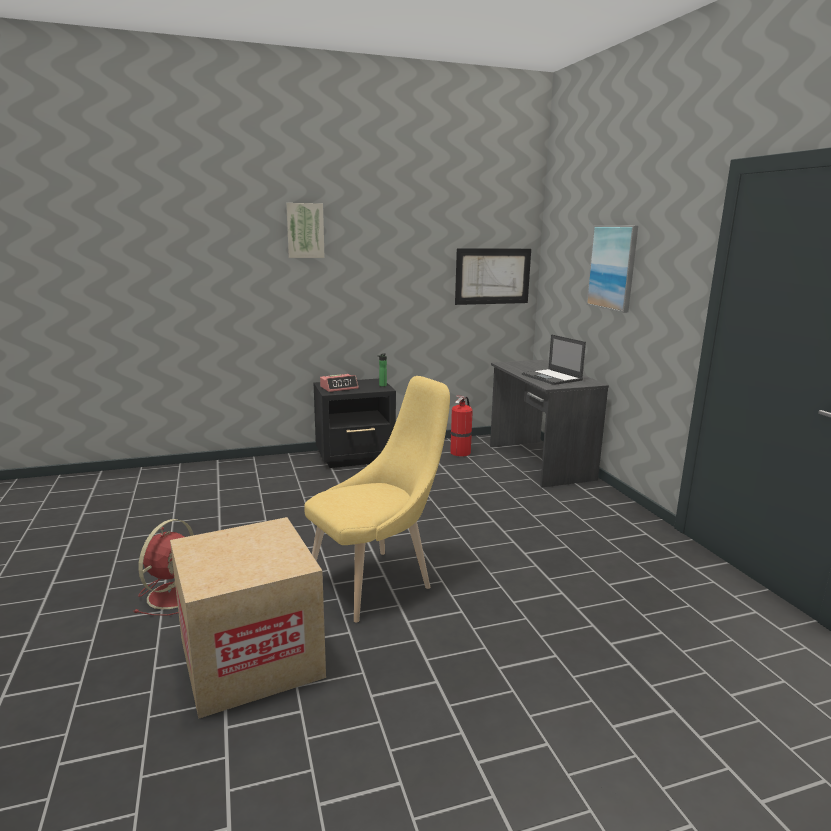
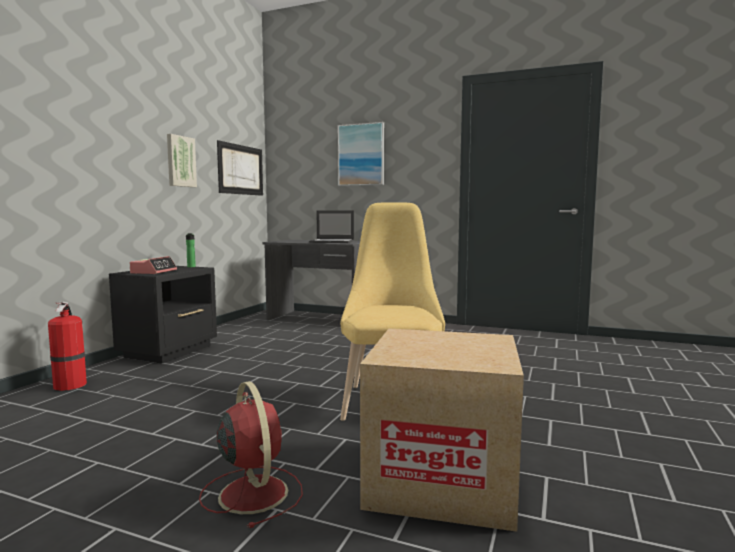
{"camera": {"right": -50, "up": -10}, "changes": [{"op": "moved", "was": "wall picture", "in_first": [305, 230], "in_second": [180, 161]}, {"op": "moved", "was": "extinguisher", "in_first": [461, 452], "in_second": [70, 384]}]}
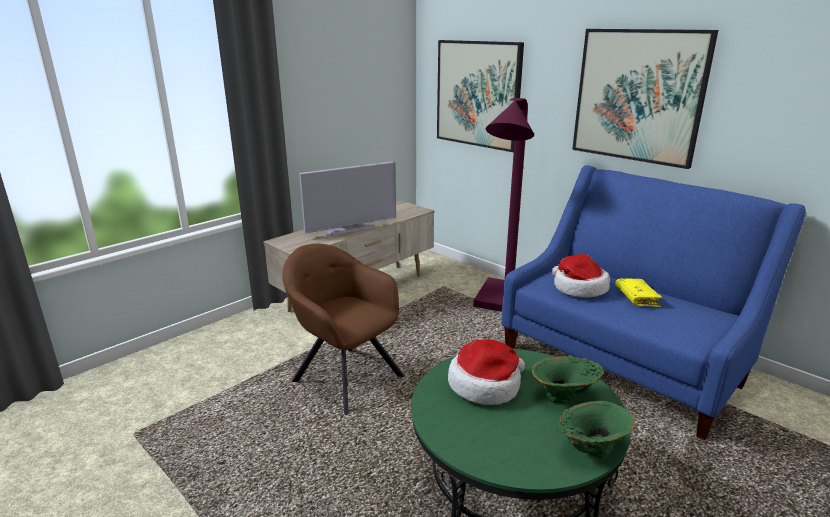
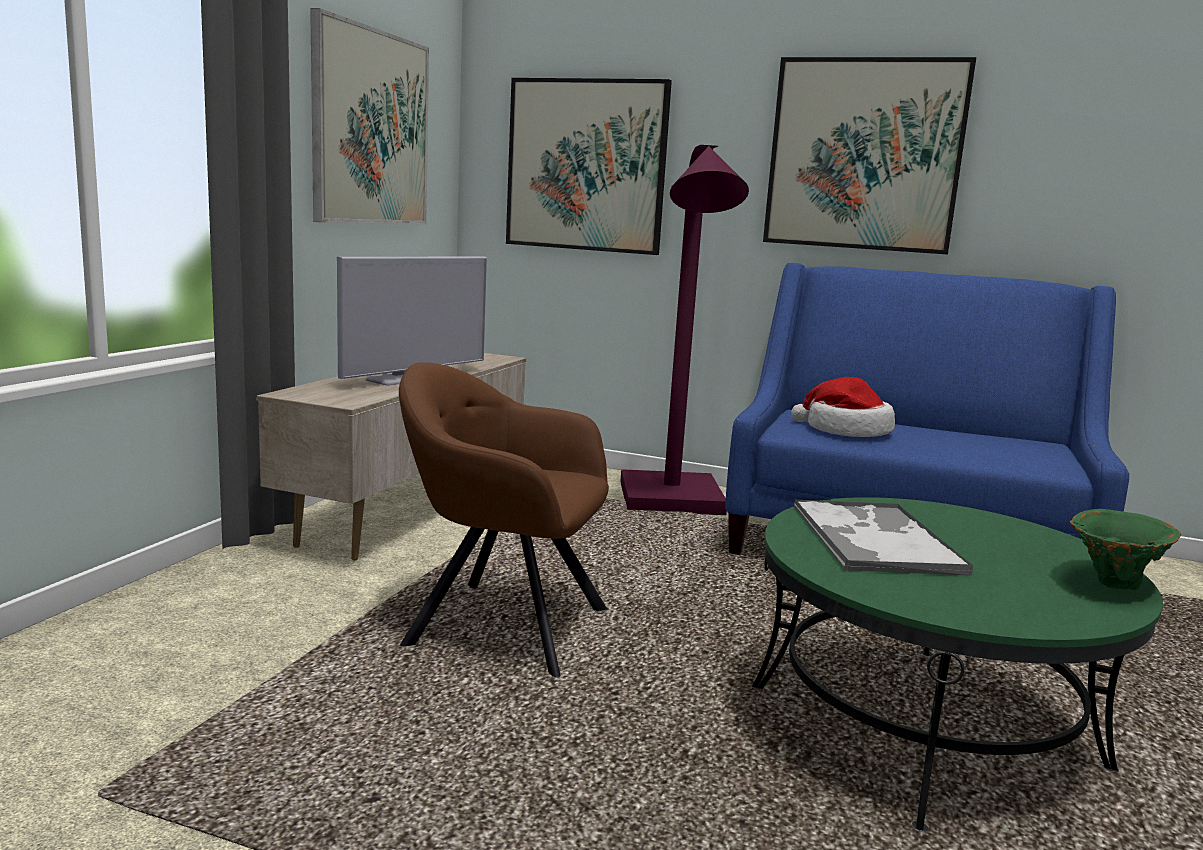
{"camera": {"right": -25, "up": -10}, "changes": [{"op": "removed", "was": "greenish decorative vase", "in_first": [564, 398]}, {"op": "removed", "was": "yellow-coloured volume", "in_first": [636, 298]}, {"op": "added", "now": "wall picture", "in_second": [371, 128]}, {"op": "replaced", "was": "clothing hat", "now": "tray", "in_first": [485, 385], "in_second": [873, 538]}]}
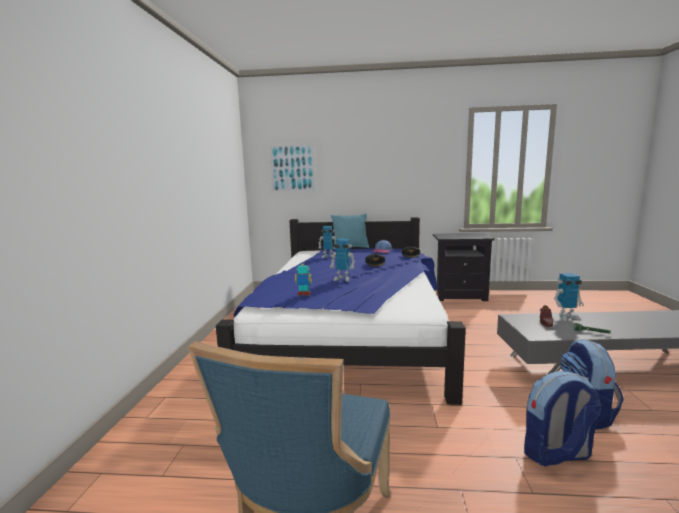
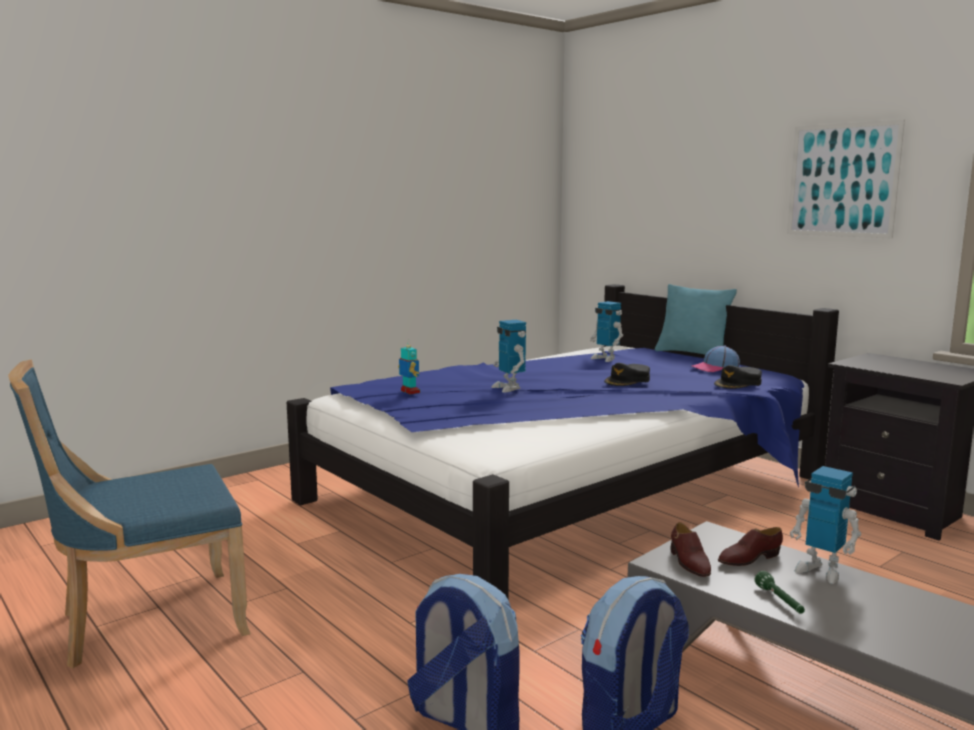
{"camera": {"right": 45, "up": 0}, "changes": [{"op": "added", "now": "brown low shoe", "in_second": [689, 563]}, {"op": "moved", "was": "wall picture", "in_first": [292, 168], "in_second": [842, 180]}]}
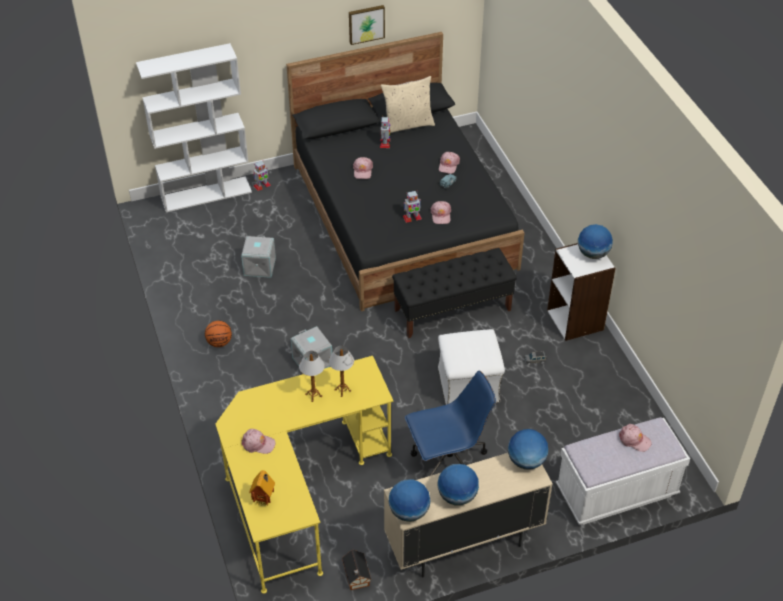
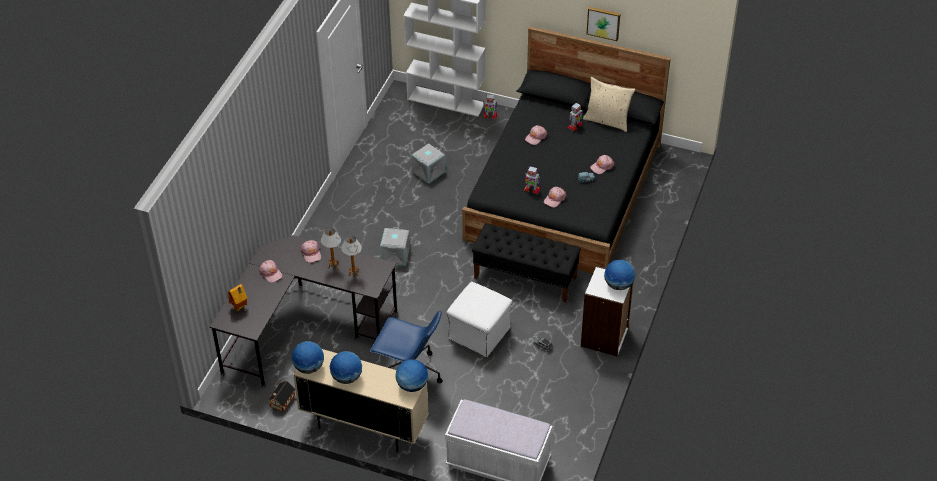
{"camera": {"right": 40, "up": 0}, "changes": [{"op": "removed", "was": "ball for basketball", "in_first": [219, 342]}, {"op": "moved", "was": "pink peaked cap", "in_first": [634, 440], "in_second": [311, 253]}, {"op": "recoloured", "was": "yellow-coloured desk unit", "now": "black-coloured desk unit", "in_first": [297, 488], "in_second": [303, 327]}]}
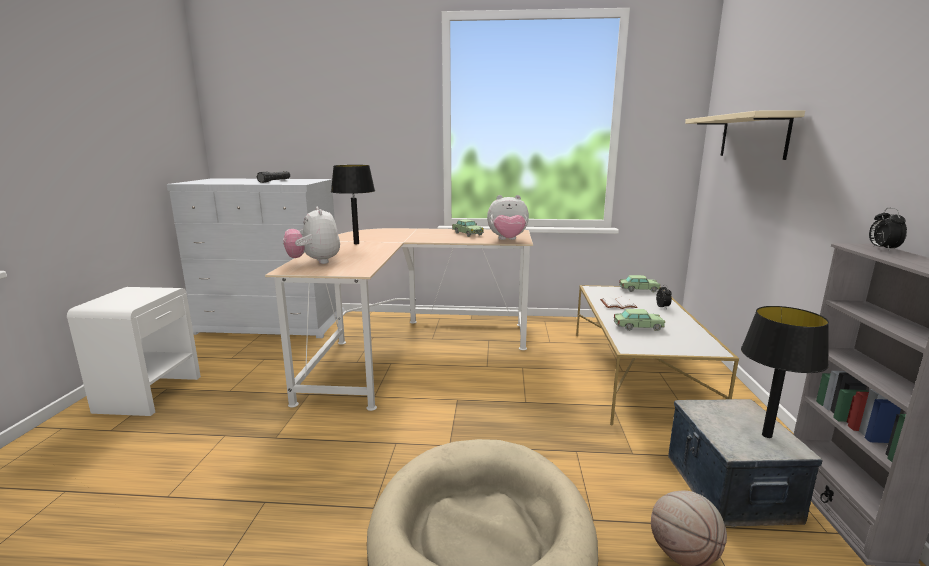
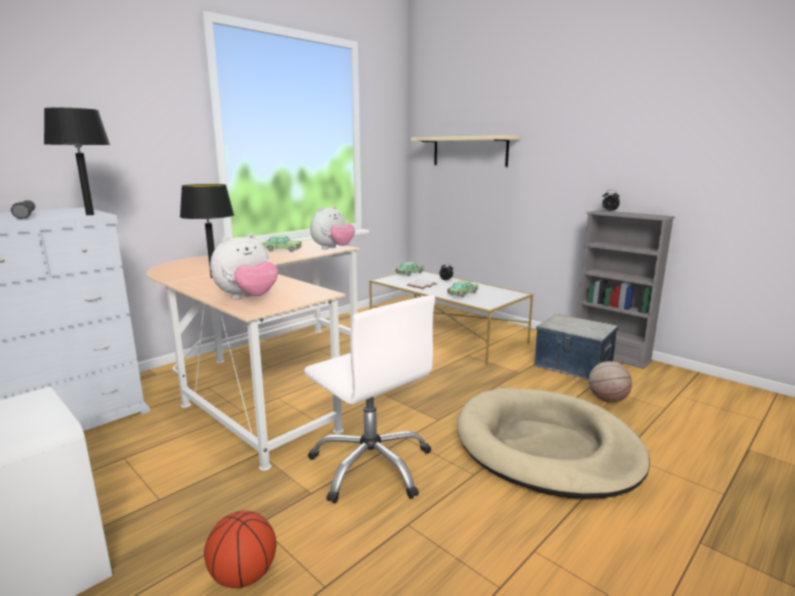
{"camera": {"right": -50, "up": 0}, "changes": [{"op": "added", "now": "ball for basketball", "in_second": [244, 576]}, {"op": "added", "now": "whitish office chair", "in_second": [371, 465]}, {"op": "moved", "was": "black-coloured tabletop lamp", "in_first": [767, 435], "in_second": [90, 215]}, {"op": "turned", "was": "soft toy", "in_first": [315, 262], "in_second": [247, 298], "clockwise": -60}]}
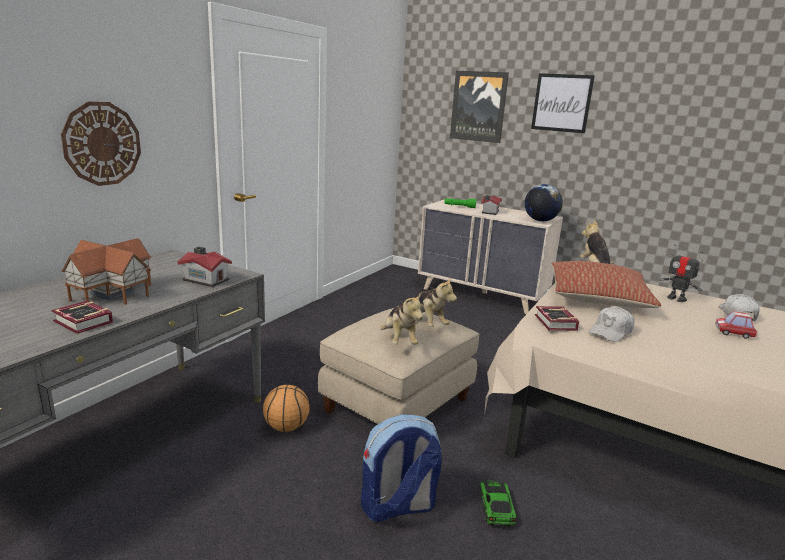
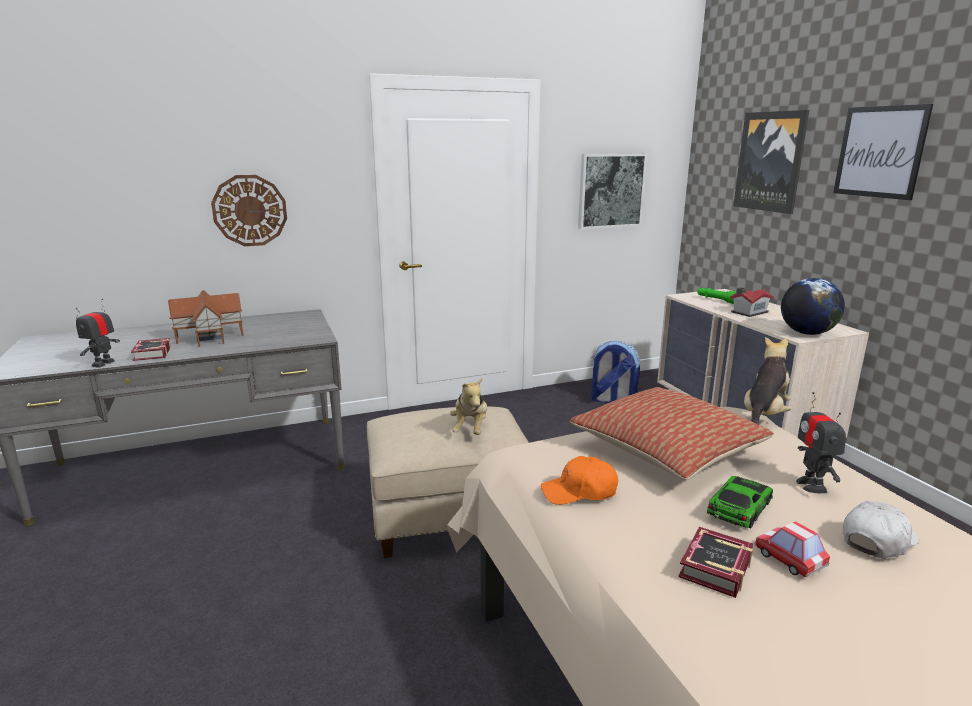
{"camera": {"right": 40, "up": 0}, "changes": [{"op": "removed", "was": "model house", "in_first": [206, 279]}, {"op": "removed", "was": "ball for basketball", "in_first": [286, 427]}, {"op": "removed", "was": "soft toy", "in_first": [399, 340]}, {"op": "added", "now": "model robot", "in_second": [103, 363]}, {"op": "added", "now": "wall picture", "in_second": [611, 190]}, {"op": "moved", "was": "rucksack", "in_first": [397, 507], "in_second": [612, 401]}, {"op": "moved", "was": "model car", "in_first": [496, 506], "in_second": [740, 507]}, {"op": "moved", "was": "volume", "in_first": [555, 323], "in_second": [712, 569]}, {"op": "recoloured", "was": "whitish peaked cap", "now": "orange-coloured peaked cap", "in_first": [611, 332], "in_second": [579, 492]}]}
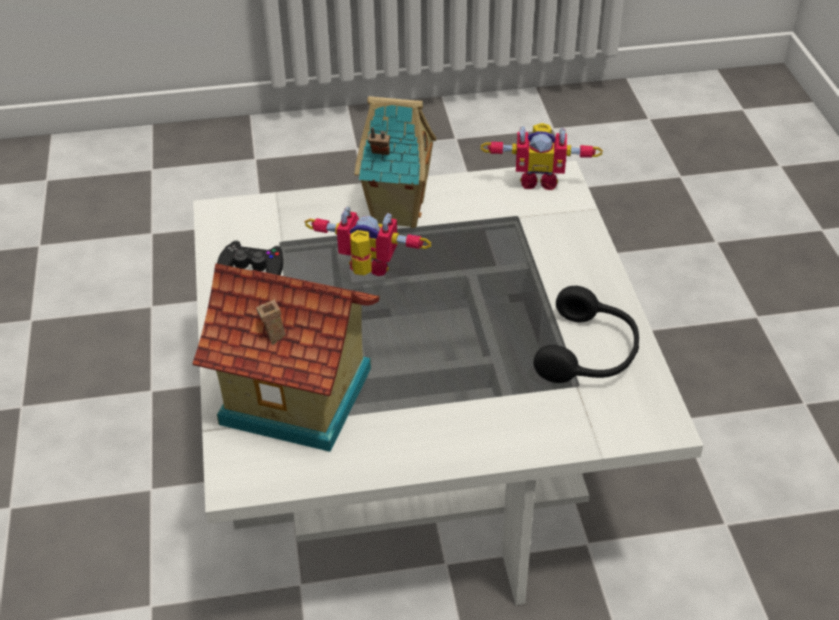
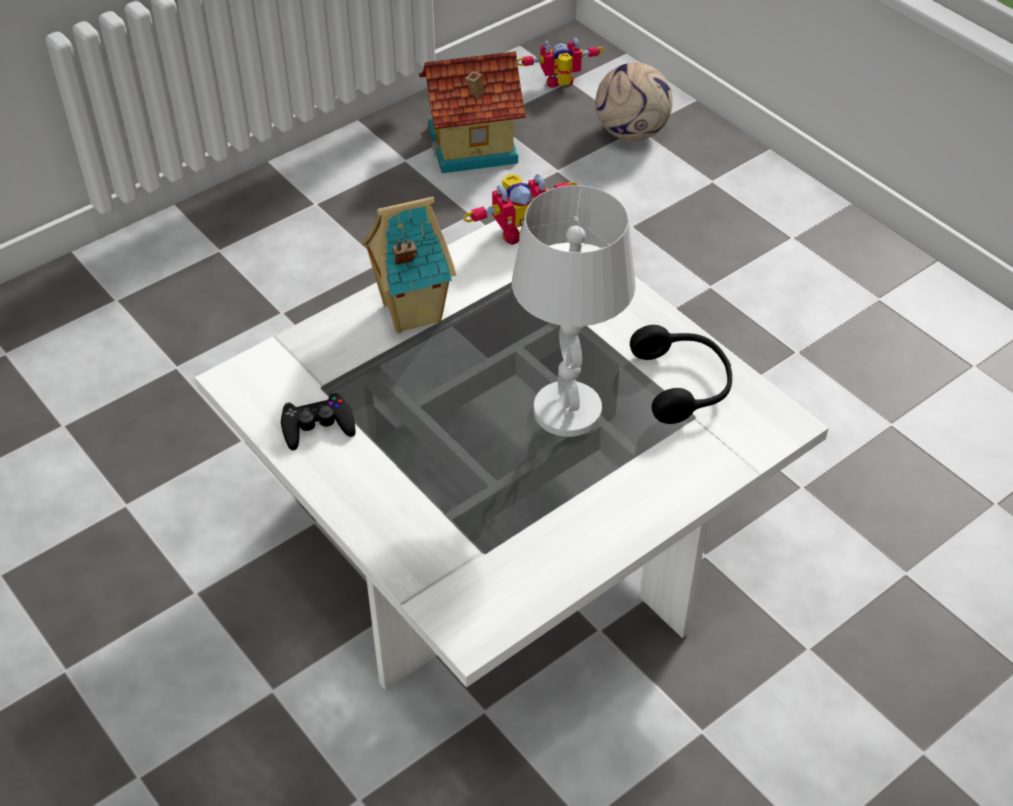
{"camera": {"right": -30, "up": 5}, "changes": [{"op": "added", "now": "whitish tabletop lamp", "in_second": [566, 410]}, {"op": "added", "now": "football ball", "in_second": [632, 132]}, {"op": "moved", "was": "model house", "in_first": [295, 399], "in_second": [473, 146]}, {"op": "moved", "was": "model robot", "in_first": [366, 273], "in_second": [561, 86]}]}
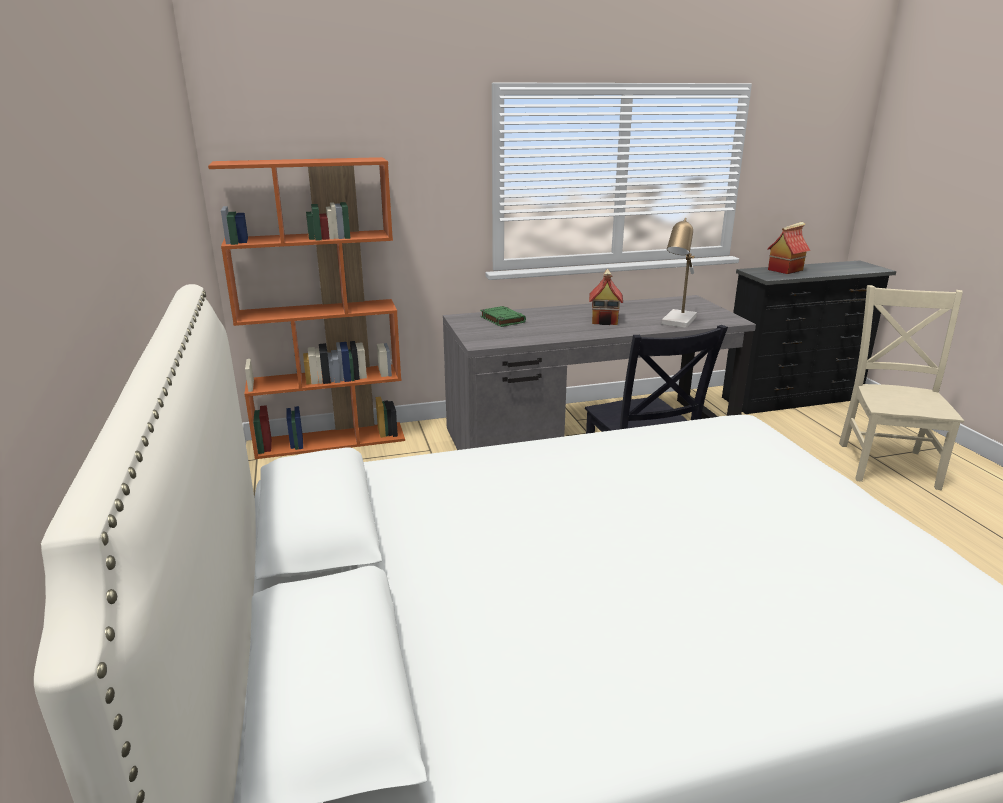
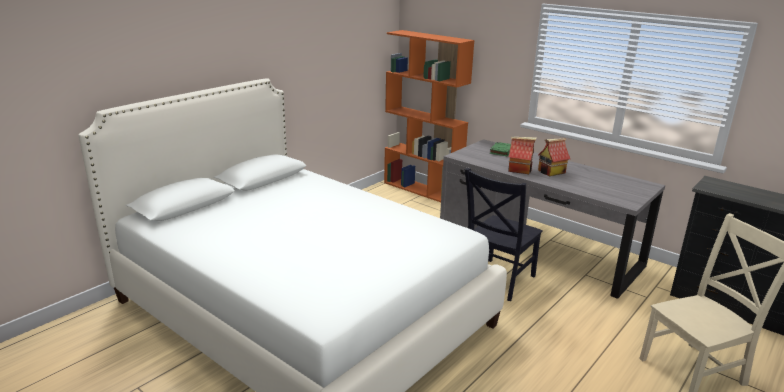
{"camera": {"right": 55, "up": 0}, "changes": [{"op": "removed", "was": "tabletop lamp", "in_first": [678, 322]}, {"op": "moved", "was": "model house", "in_first": [785, 270], "in_second": [520, 170]}]}
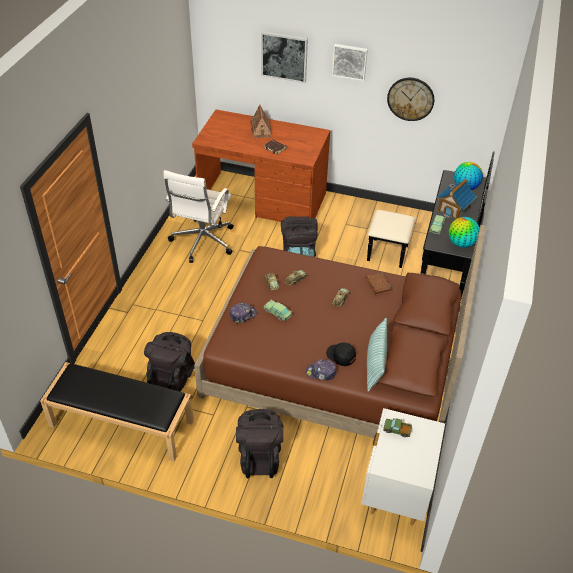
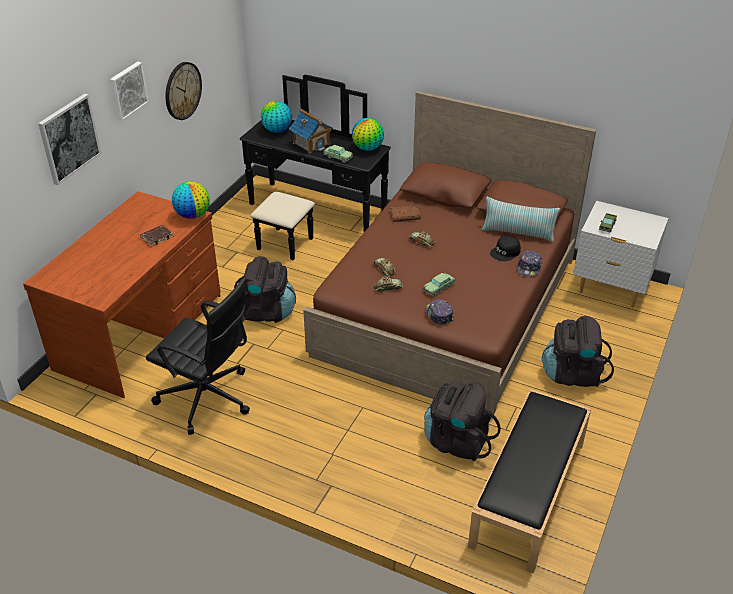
{"camera": {"right": -80, "up": -5}, "changes": [{"op": "removed", "was": "model house", "in_first": [261, 130]}, {"op": "added", "now": "desk globe", "in_second": [193, 215]}, {"op": "recoloured", "was": "whitish office chair", "now": "black-coloured office chair", "in_first": [202, 242], "in_second": [208, 399]}]}
